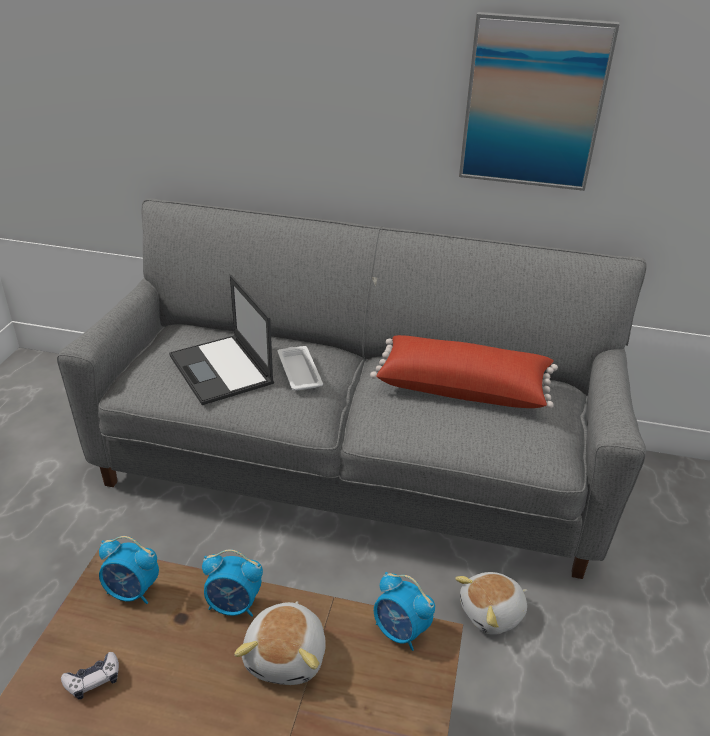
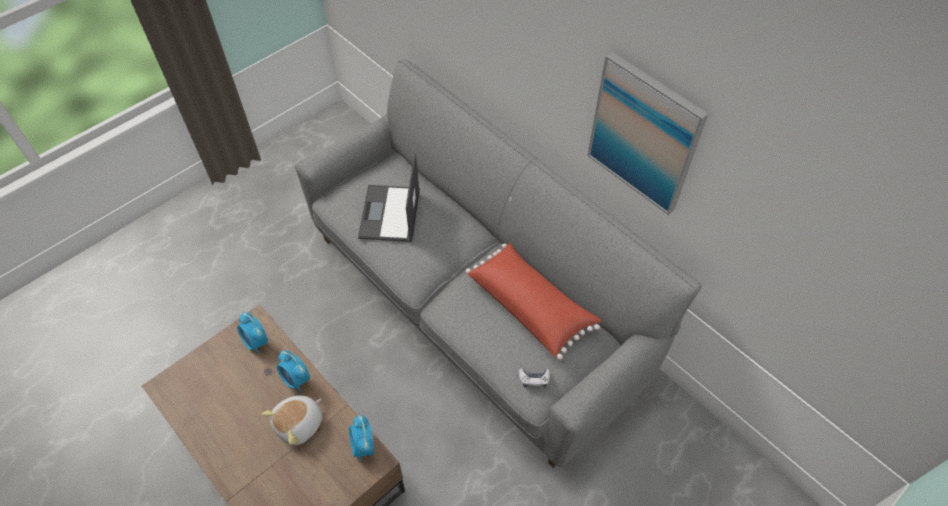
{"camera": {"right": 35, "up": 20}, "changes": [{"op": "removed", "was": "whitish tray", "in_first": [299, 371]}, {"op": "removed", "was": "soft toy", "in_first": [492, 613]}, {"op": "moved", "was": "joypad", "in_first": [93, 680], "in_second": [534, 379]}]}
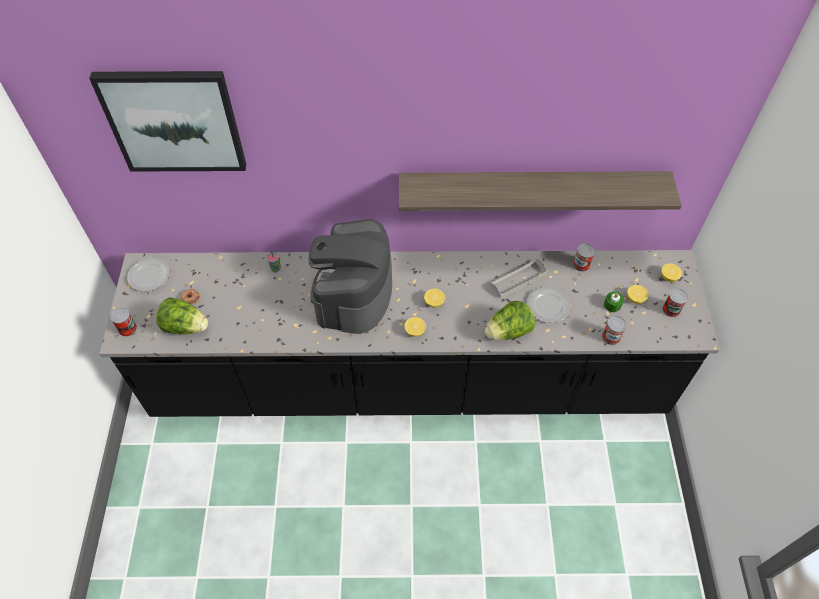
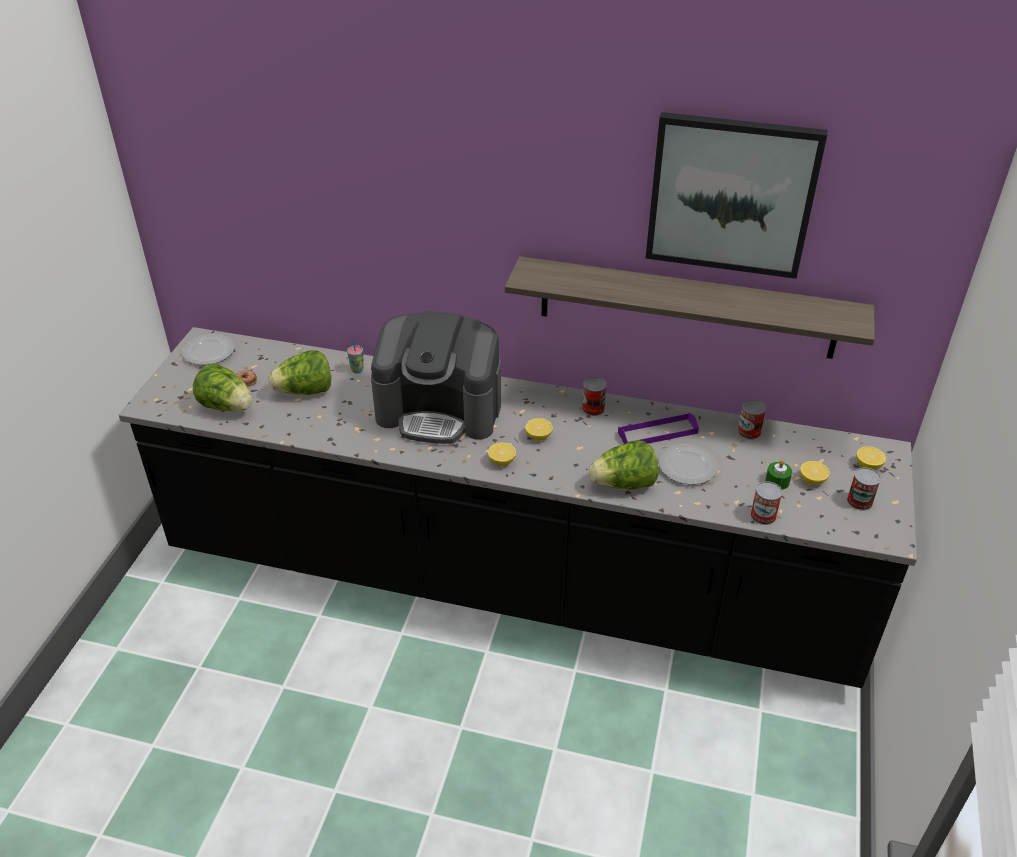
{"camera": {"right": 15, "up": -15}, "changes": [{"op": "added", "now": "head of lettuce", "in_second": [305, 391]}, {"op": "moved", "was": "wall picture", "in_first": [174, 121], "in_second": [731, 195]}, {"op": "moved", "was": "metal can", "in_first": [127, 328], "in_second": [593, 408]}, {"op": "recoloured", "was": "grey tray", "now": "purple-coloured tray", "in_first": [518, 280], "in_second": [657, 433]}, {"op": "turned", "was": "coffee maker", "in_first": [353, 293], "in_second": [440, 410], "clockwise": -105}]}
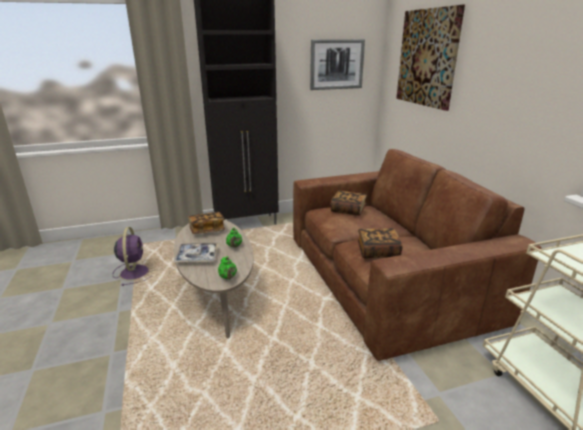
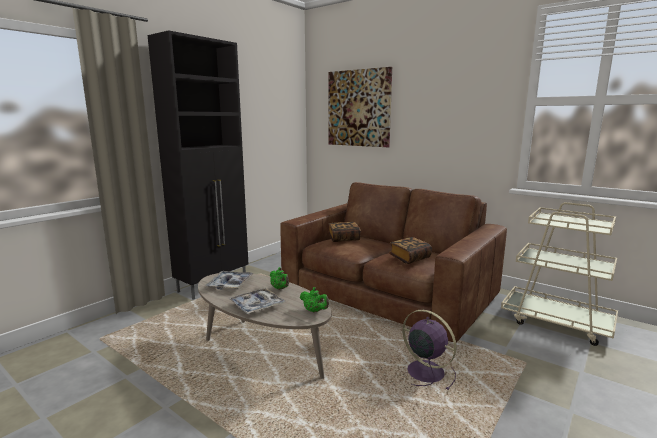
{"camera": {"right": -35, "up": -10}, "changes": [{"op": "removed", "was": "wall picture", "in_first": [336, 64]}, {"op": "moved", "was": "purple-coloured electric fan", "in_first": [134, 272], "in_second": [424, 371]}, {"op": "replaced", "was": "volume", "now": "tray", "in_first": [207, 230], "in_second": [230, 284]}]}
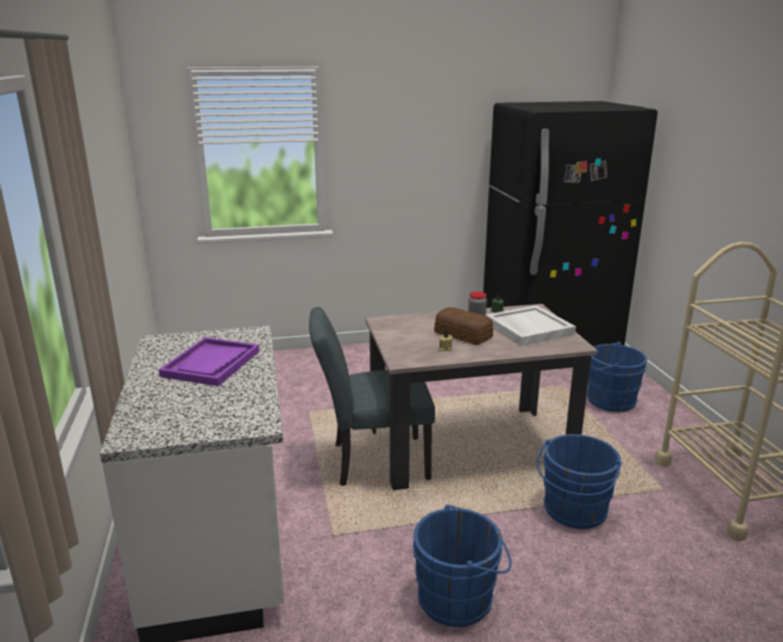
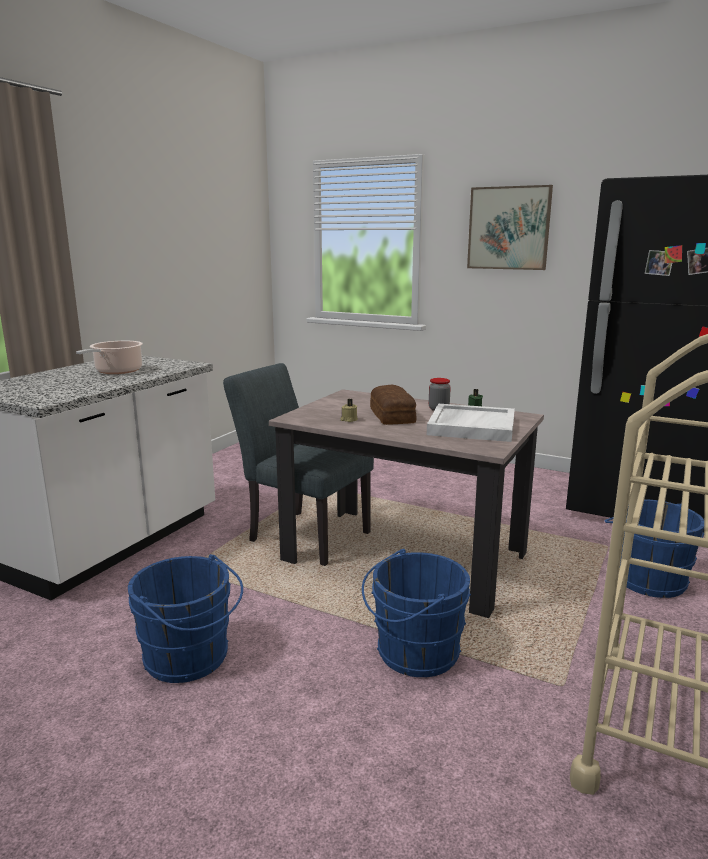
{"camera": {"right": 40, "up": -5}, "changes": [{"op": "added", "now": "wall picture", "in_second": [508, 228]}, {"op": "replaced", "was": "purple-coloured tray", "now": "saucepot", "in_first": [211, 364], "in_second": [117, 371]}]}
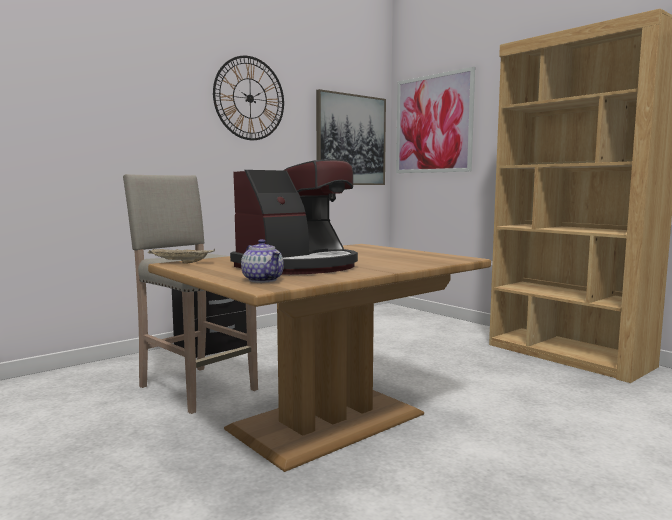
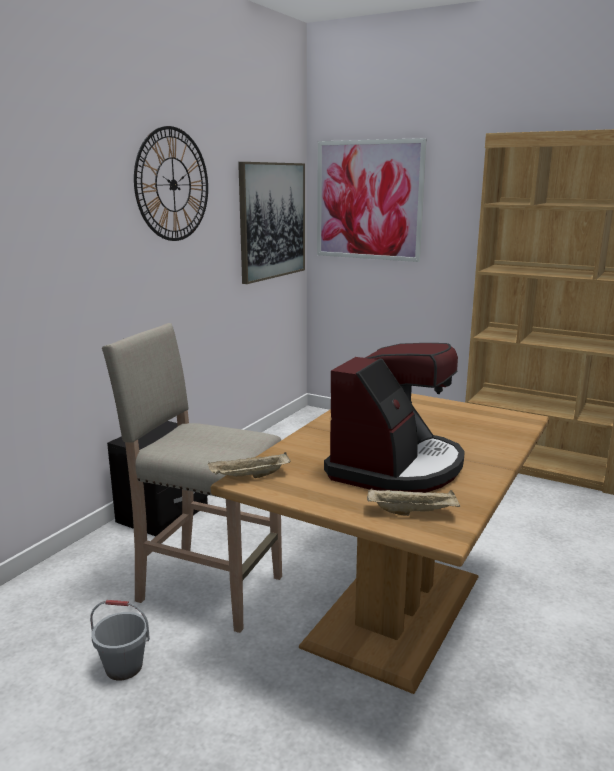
{"camera": {"right": -20, "up": 10}, "changes": [{"op": "added", "now": "grey pail", "in_second": [123, 667]}, {"op": "replaced", "was": "pot for tea", "now": "beige-coloured tray", "in_first": [263, 279], "in_second": [413, 512]}]}
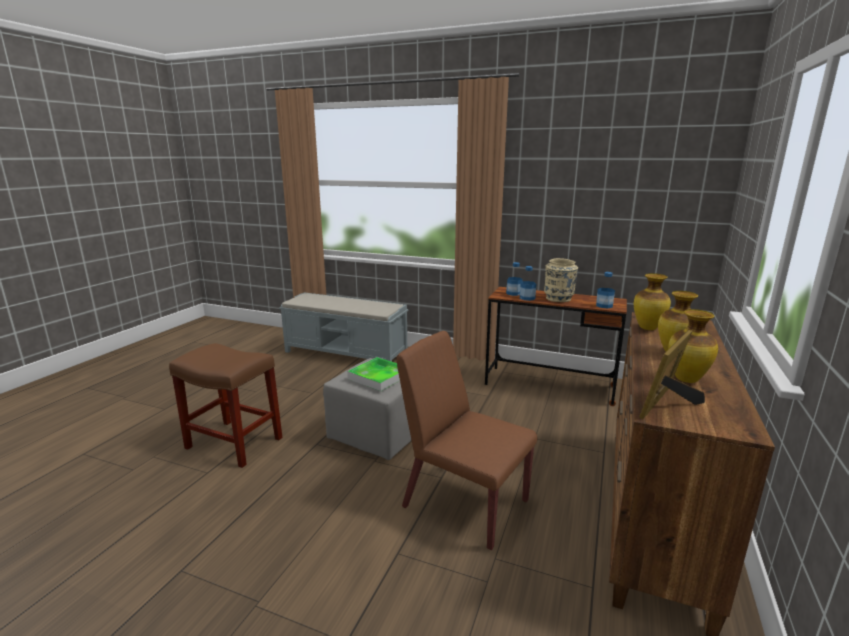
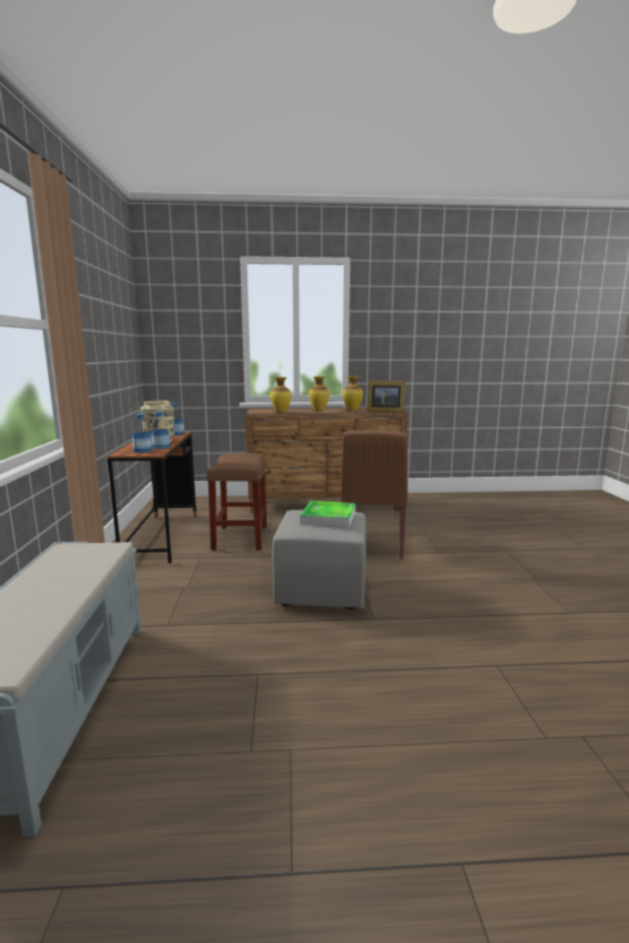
{"camera": {"right": -115, "up": -5}, "changes": [{"op": "moved", "was": "brown sitting stool", "in_first": [233, 443], "in_second": [240, 538]}]}
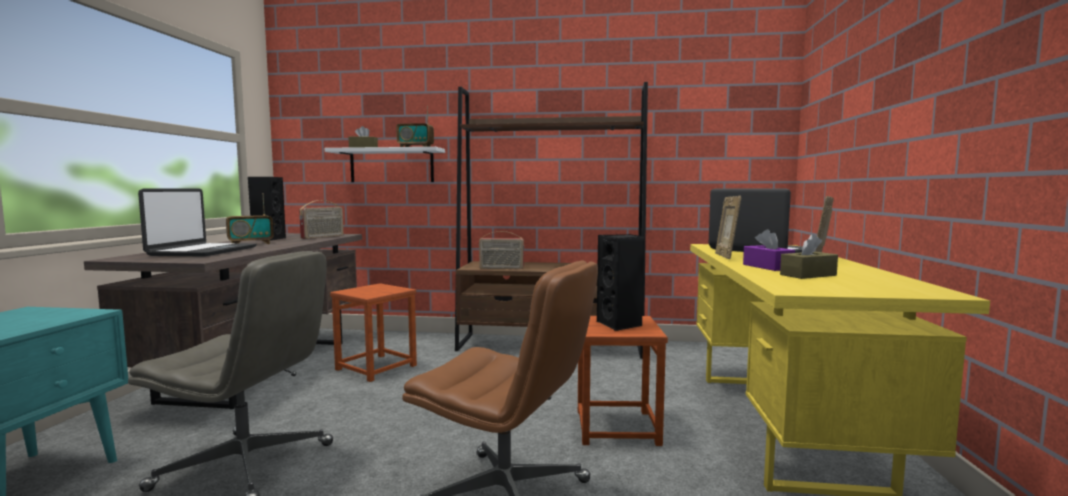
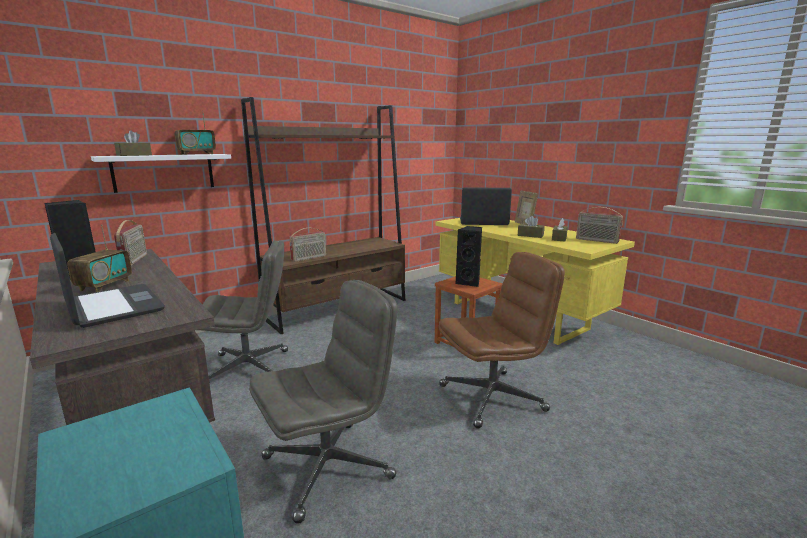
{"camera": {"right": -45, "up": 10}, "changes": [{"op": "removed", "was": "standing frame", "in_first": [725, 257]}, {"op": "added", "now": "radio receiver", "in_second": [596, 241]}, {"op": "replaced", "was": "brown sitting stool", "now": "grey office chair", "in_first": [376, 367], "in_second": [249, 368]}, {"op": "recoloured", "was": "purple-coloured tissue box", "now": "brown tissue box", "in_first": [767, 267], "in_second": [530, 235]}]}
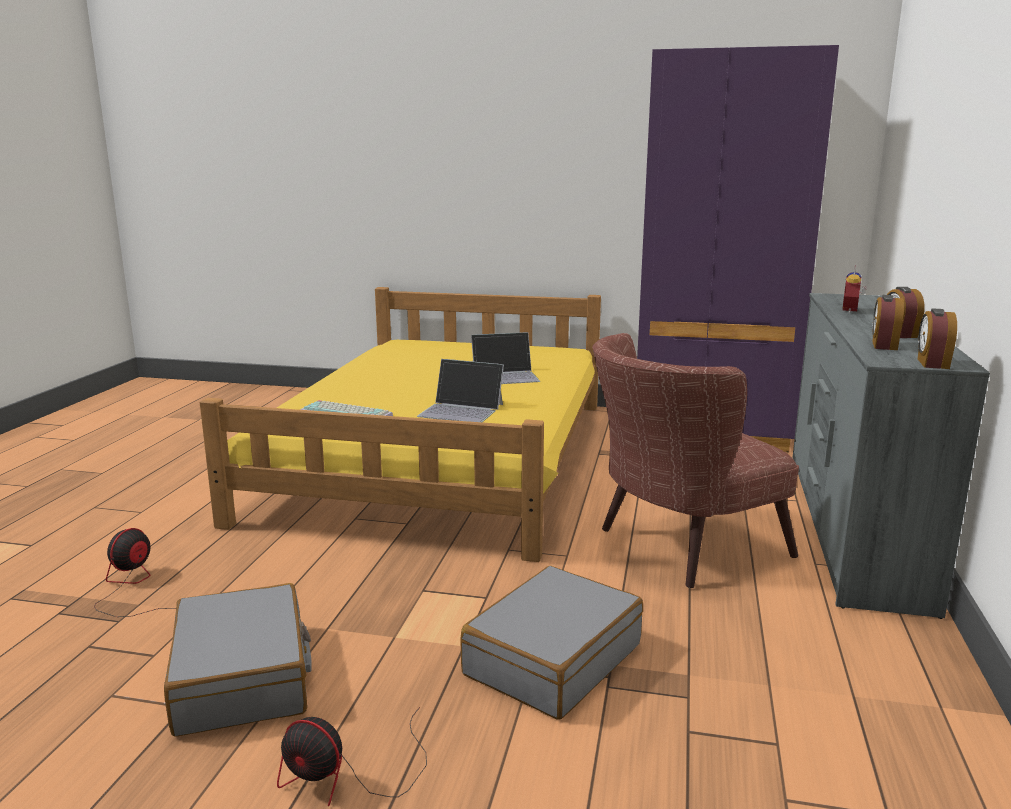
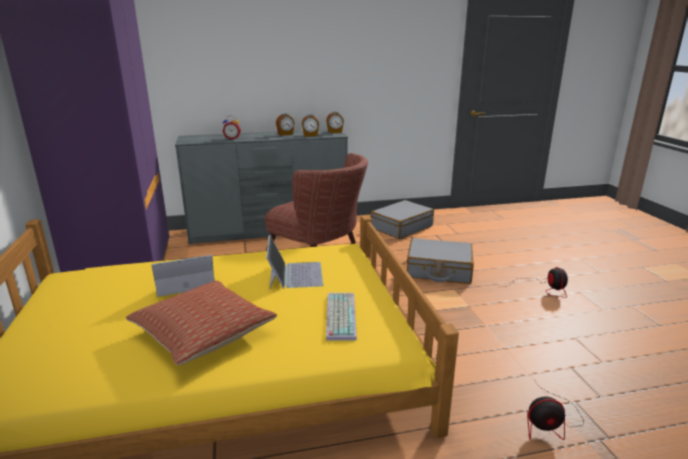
{"camera": {"right": -115, "up": 5}, "changes": [{"op": "added", "now": "cushion", "in_second": [203, 333]}, {"op": "moved", "was": "grey piece of luggage", "in_first": [243, 678], "in_second": [401, 227]}, {"op": "turned", "was": "portable computer", "in_first": [505, 375], "in_second": [184, 280], "clockwise": -75}]}
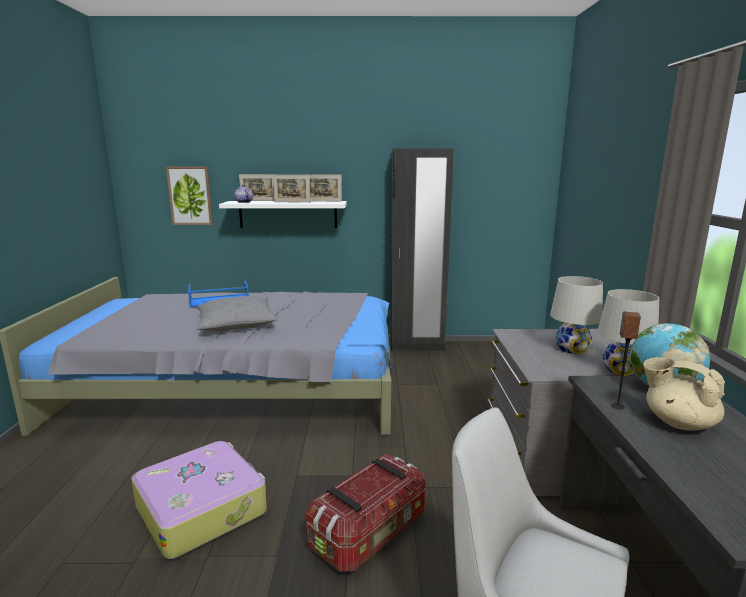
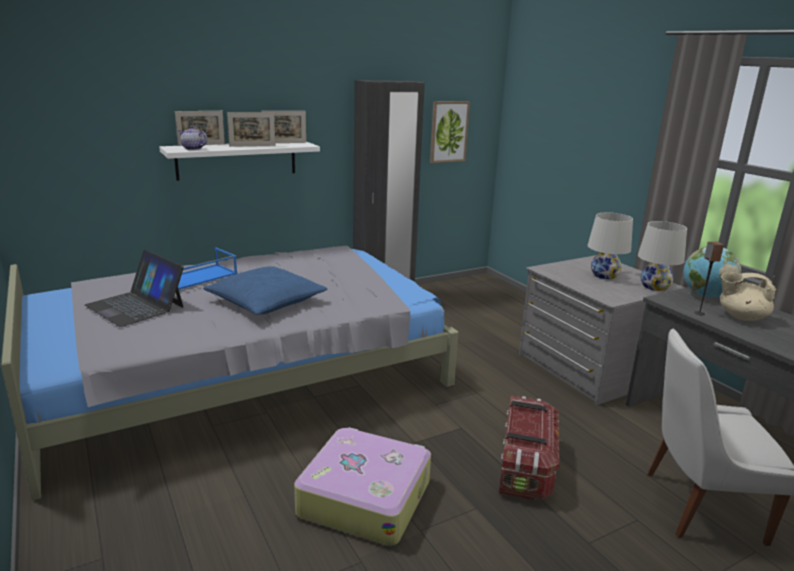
{"camera": {"right": -30, "up": 5}, "changes": [{"op": "added", "now": "portable computer", "in_second": [136, 306]}, {"op": "moved", "was": "wall picture", "in_first": [190, 195], "in_second": [448, 131]}, {"op": "recoloured", "was": "grey cushion", "now": "blue-coloured cushion", "in_first": [236, 324], "in_second": [266, 301]}]}
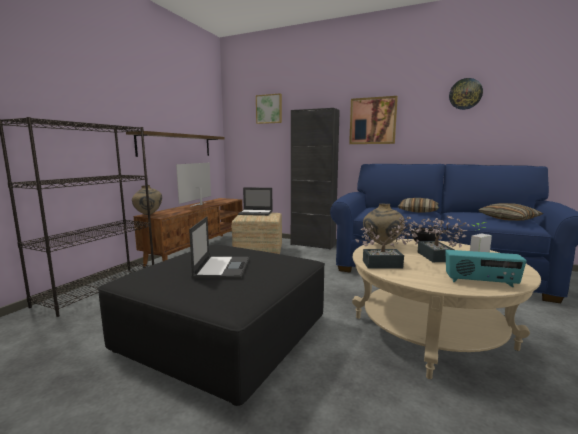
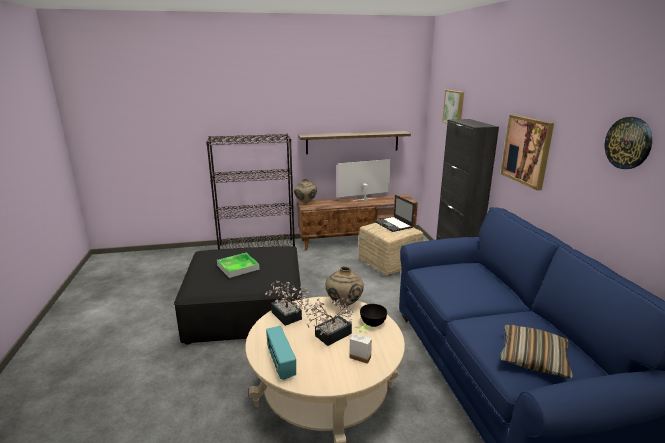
{"camera": {"right": 55, "up": 10}, "changes": [{"op": "removed", "was": "cushion", "in_first": [418, 211]}, {"op": "replaced", "was": "portable computer", "now": "tray", "in_first": [222, 267], "in_second": [238, 267]}]}
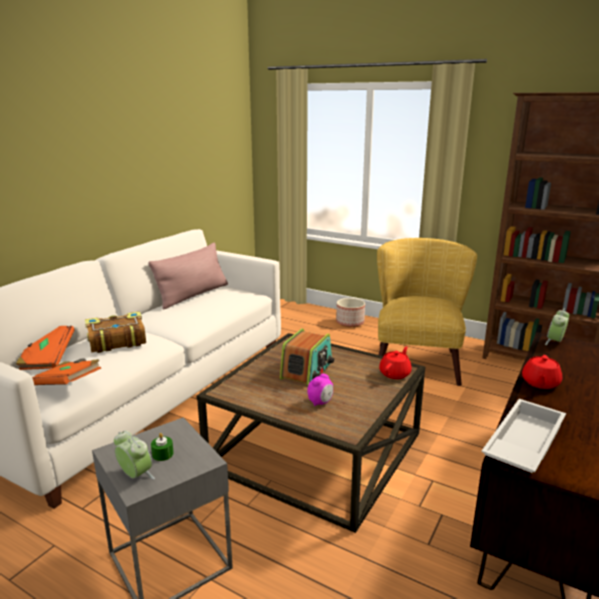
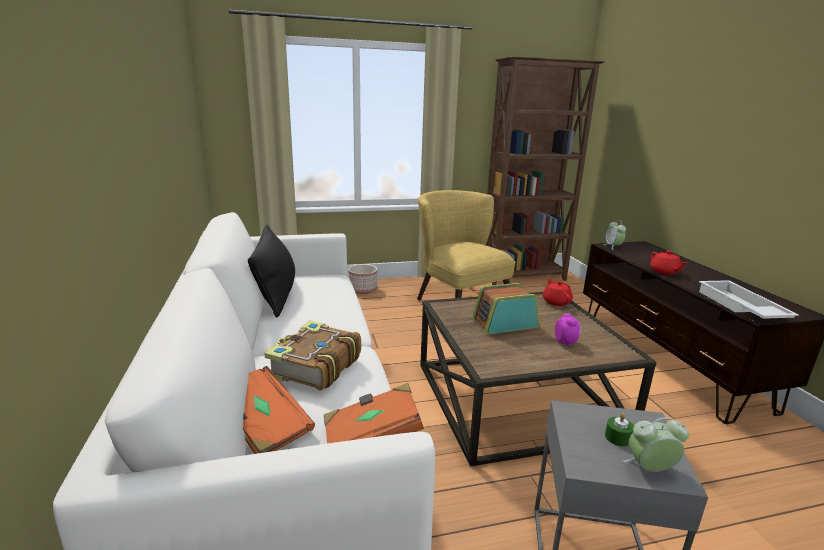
{"camera": {"right": -45, "up": 0}, "changes": [{"op": "recoloured", "was": "pink cushion", "now": "black-coloured cushion", "in_first": [193, 295], "in_second": [275, 293]}, {"op": "turned", "was": "radio receiver", "in_first": [307, 371], "in_second": [504, 323], "clockwise": -90}]}
